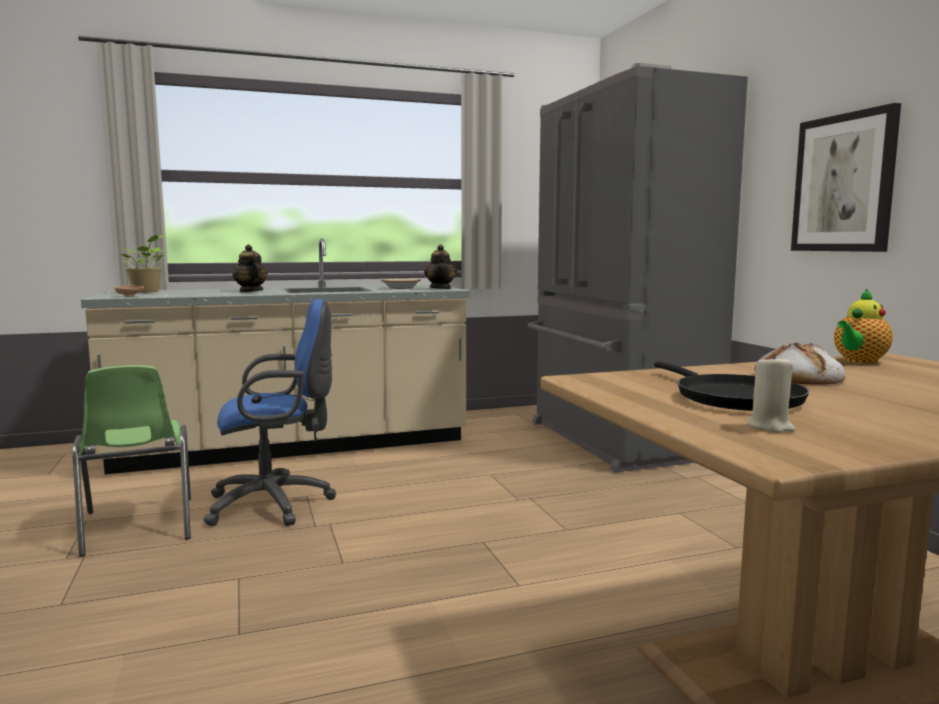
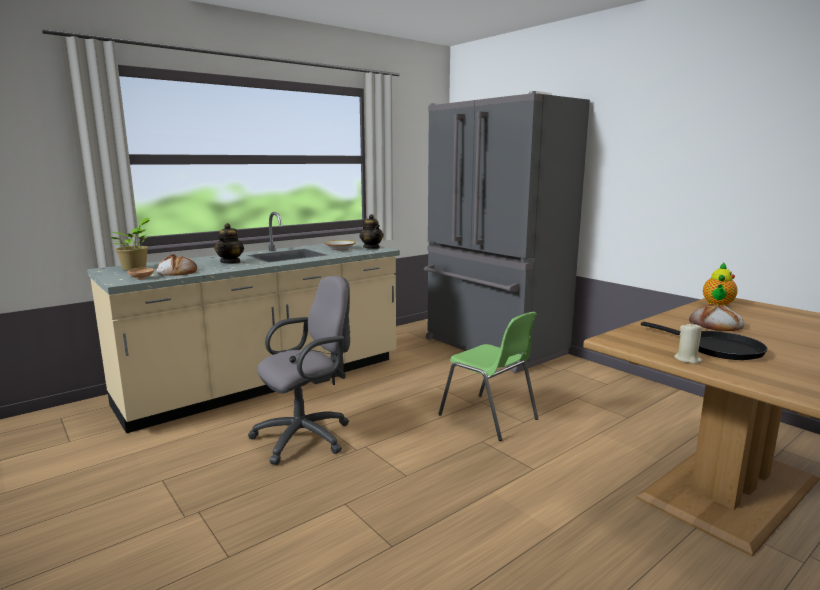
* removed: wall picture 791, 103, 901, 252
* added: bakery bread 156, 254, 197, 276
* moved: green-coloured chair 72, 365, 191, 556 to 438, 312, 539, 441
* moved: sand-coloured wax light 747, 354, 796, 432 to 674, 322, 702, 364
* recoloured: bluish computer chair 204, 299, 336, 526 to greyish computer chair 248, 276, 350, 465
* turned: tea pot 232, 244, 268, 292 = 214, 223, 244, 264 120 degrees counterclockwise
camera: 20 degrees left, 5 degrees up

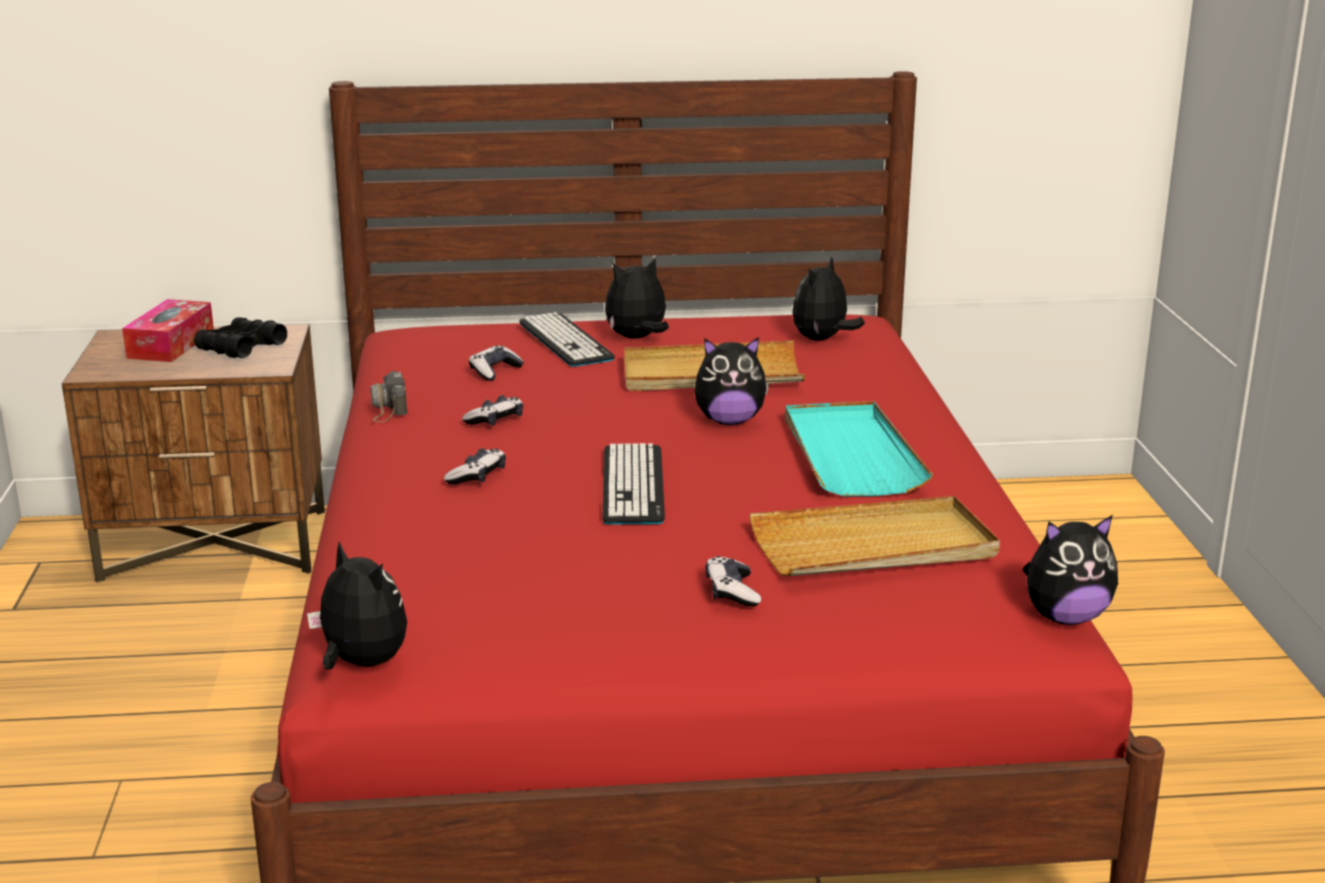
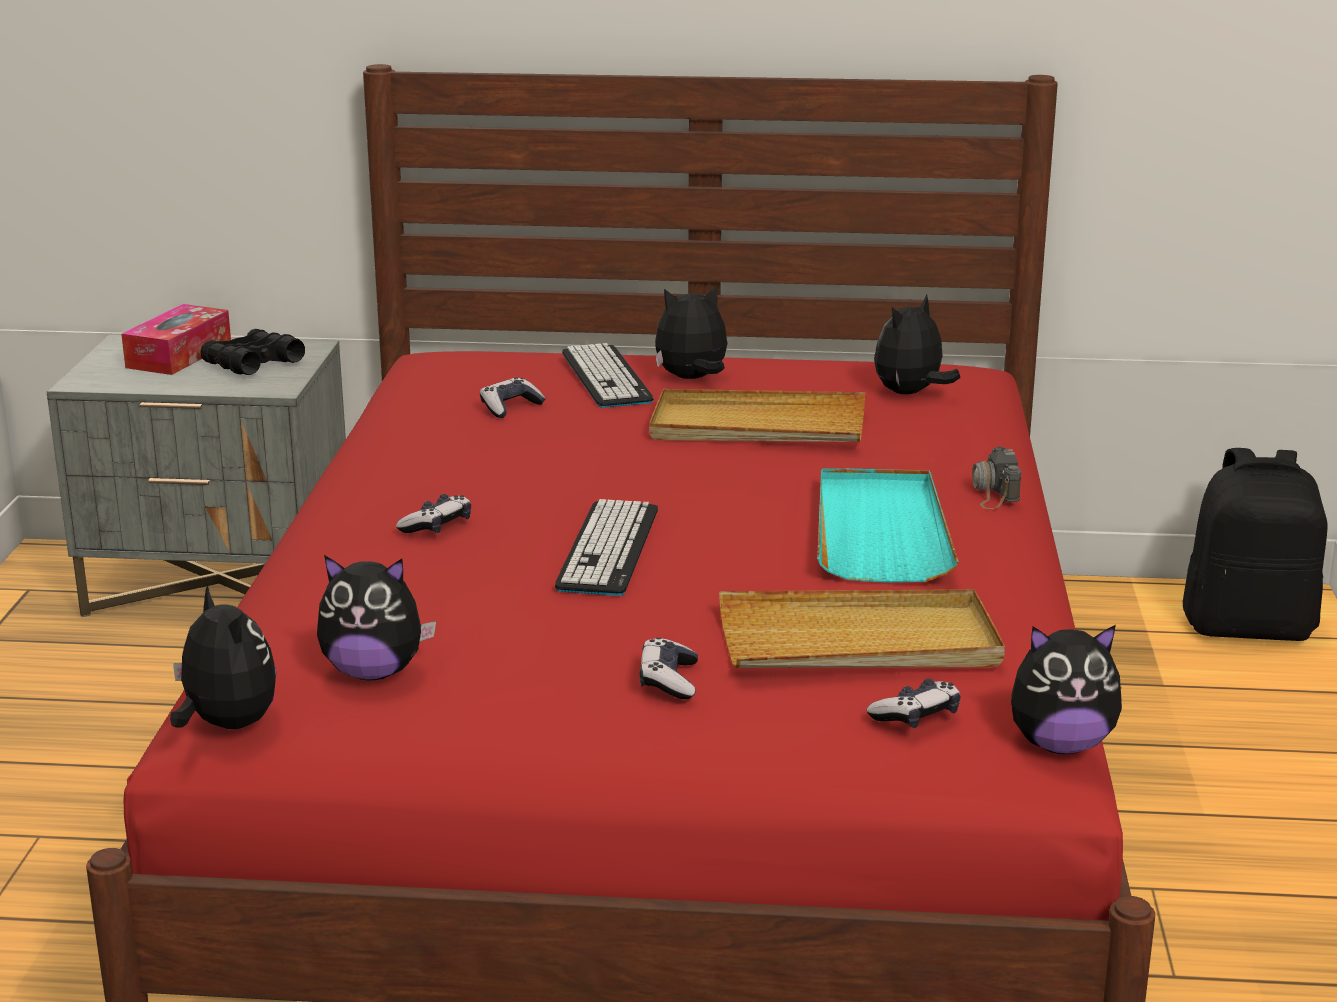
* added: black-coloured backpack 1183, 448, 1327, 641
* moved: still camera 371, 371, 408, 422 to 972, 446, 1021, 509
* moved: game controller 462, 395, 523, 426 to 867, 679, 961, 728
* moved: cuddly toy 694, 337, 769, 425 to 317, 555, 436, 680
* recoloured: brown-coloured nightstand 62, 324, 325, 583 to greyish nightstand 47, 335, 346, 617
camera: 10 degrees right, 0 degrees up

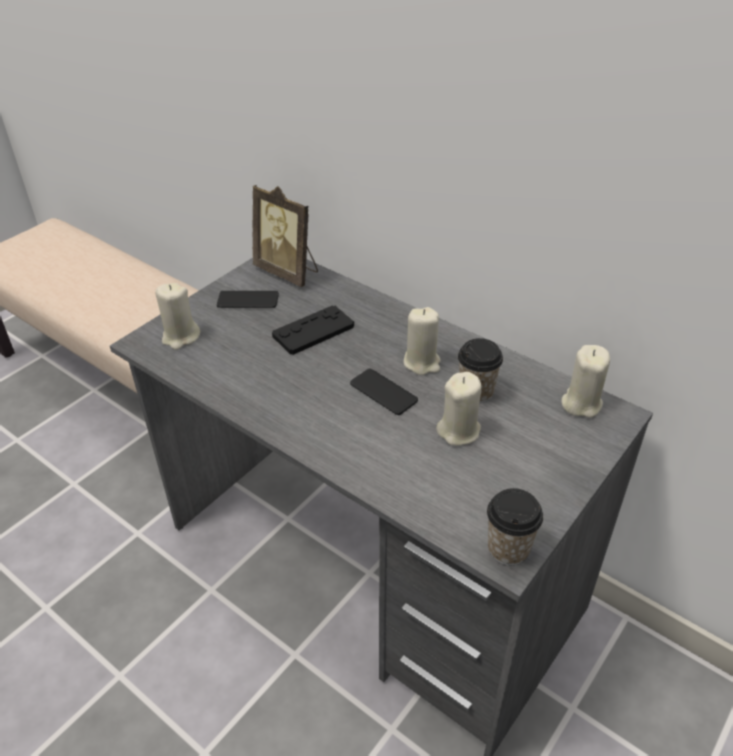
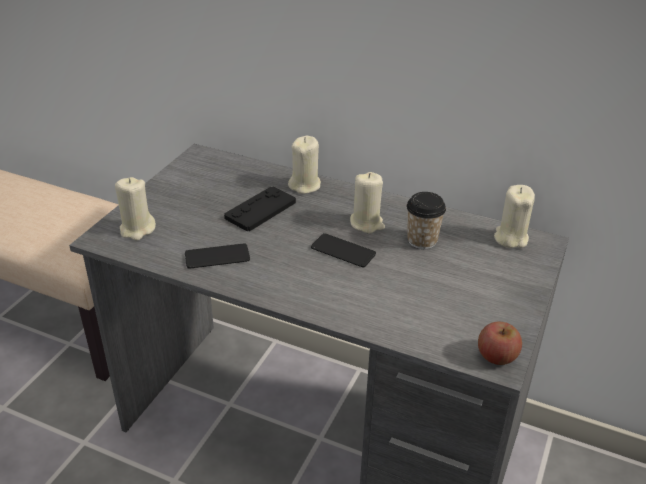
* removed: standing frame 253, 185, 318, 287
* moved: phone 217, 291, 279, 308 to 185, 243, 250, 269
* moved: sand-coloured wax light 436, 372, 482, 446 to 288, 136, 321, 194
* replaced: small cup 487, 488, 543, 565 to apple fruit 478, 321, 522, 365
camera: 15 degrees left, 5 degrees down

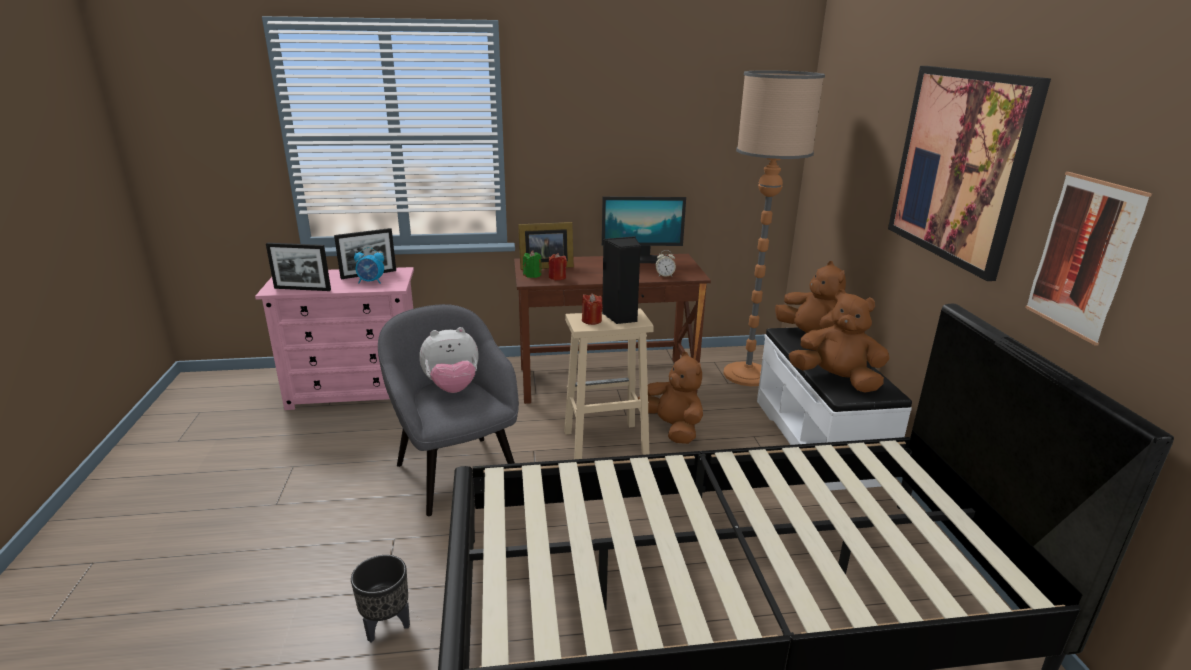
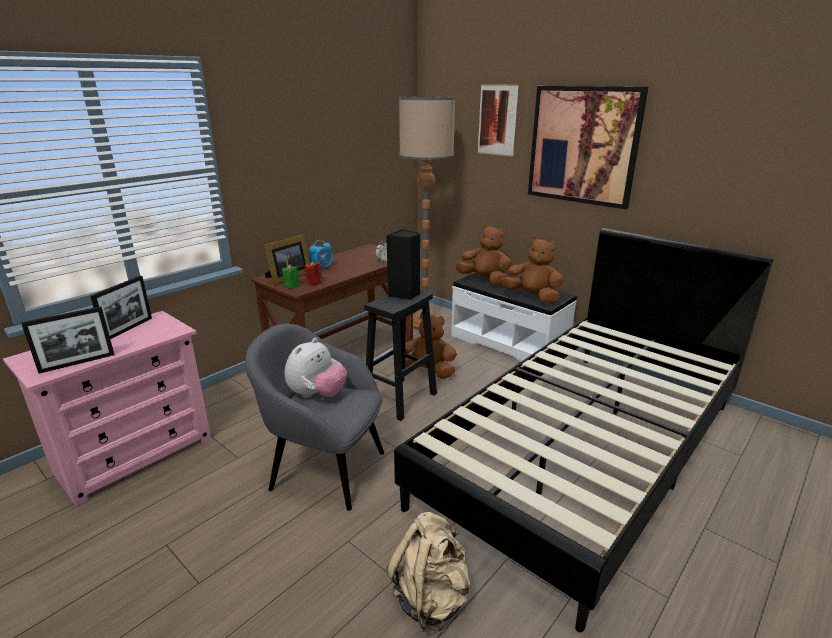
* removed: red wax light 582, 293, 603, 325
* removed: computer display 602, 197, 686, 264
* moved: bedside clock 354, 247, 384, 284 to 309, 240, 333, 267
* moved: wall picture 1025, 172, 1152, 346 to 478, 84, 519, 157
* replaced: black-coloured plant pot 351, 555, 410, 643 to sand-coloured backpack 387, 512, 470, 632
* recoloured: sand-coloured stool seat 564, 308, 653, 459 to black-coloured stool seat 364, 290, 437, 421
* turned: brown-coloured cuddly toy 788, 290, 889, 392 = 501, 237, 564, 304 45 degrees clockwise
camera: 40 degrees left, 0 degrees up

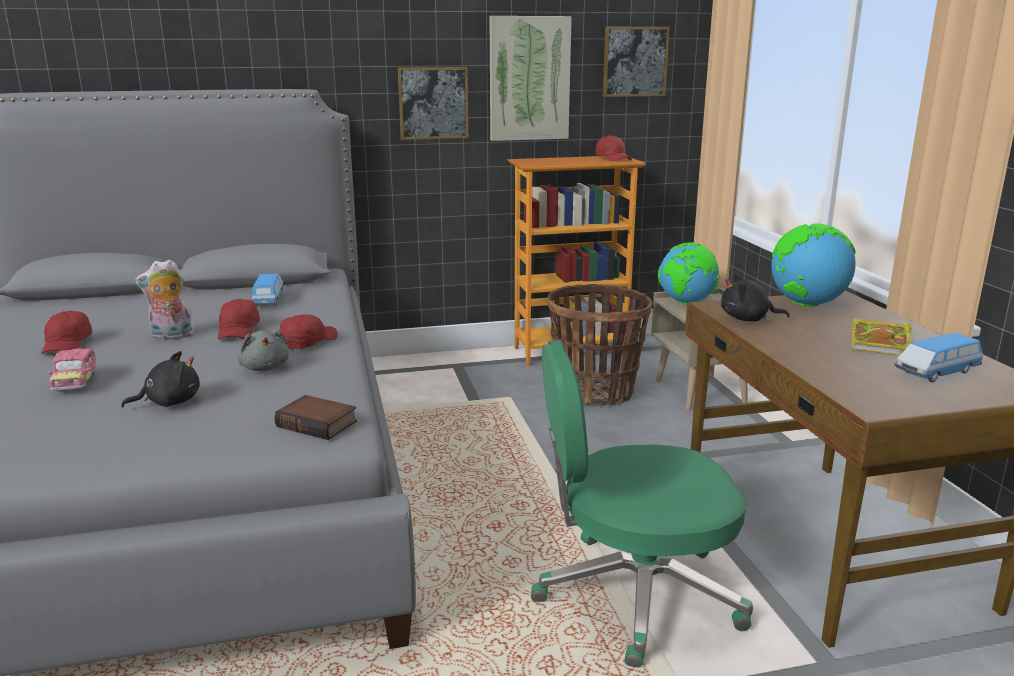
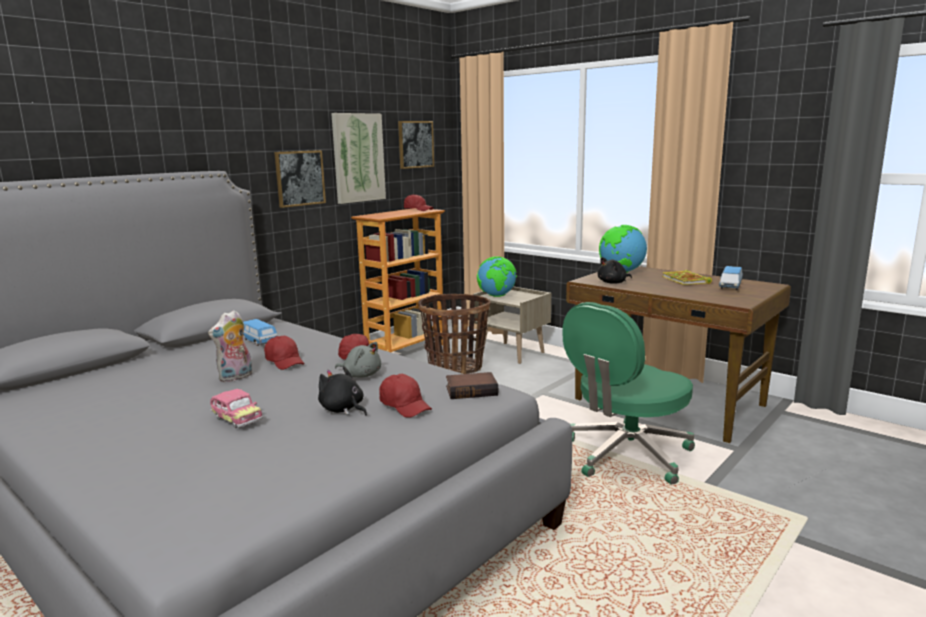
* moved: red baseball cap 41, 311, 92, 354 to 379, 374, 432, 418
* turned: black-coloured cuddly toy 121, 351, 200, 408 = 318, 366, 367, 416 75 degrees counterclockwise
camera: 35 degrees left, 5 degrees down

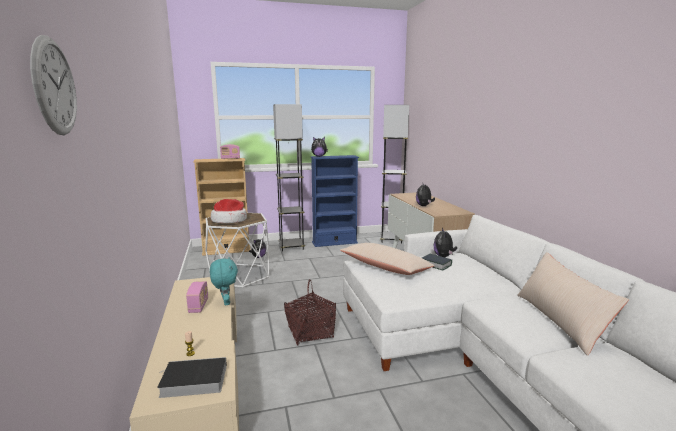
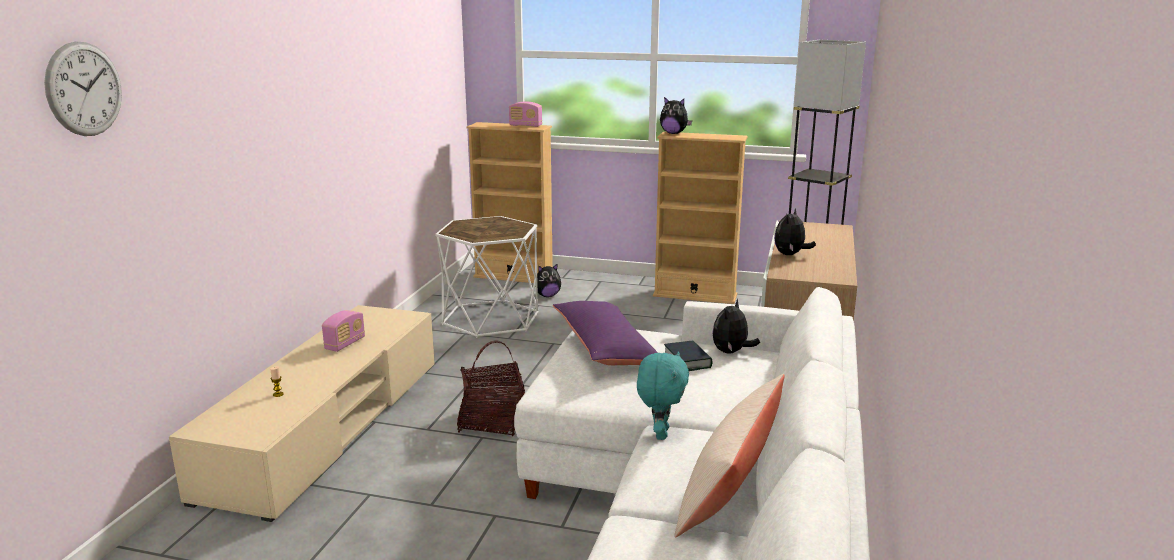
* removed: bound book 157, 357, 227, 398
* removed: wearable hat 211, 199, 247, 223
* removed: greyish standing lamp 273, 104, 305, 252
* moved: blue-green cuddly toy 210, 257, 238, 306 to 637, 351, 689, 440
* recoloured: bluish bookcase 311, 155, 359, 247 to sand-coloured bookcase 653, 132, 747, 304
* recoloured: sand-coloured throw pillow 340, 243, 435, 275 to purple-coloured throw pillow 553, 301, 658, 365
camera: 30 degrees right, 5 degrees up

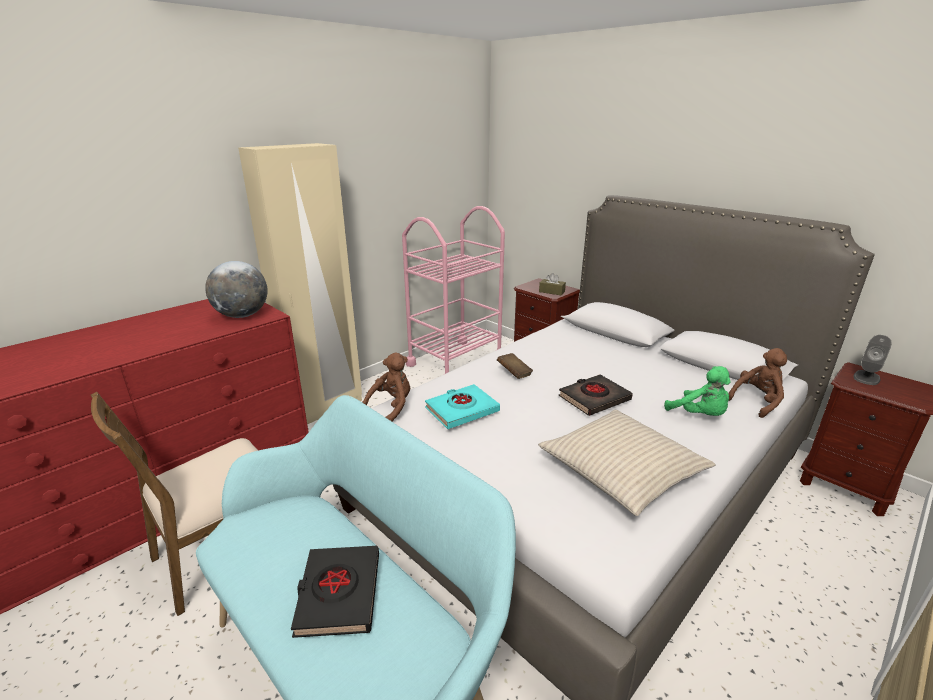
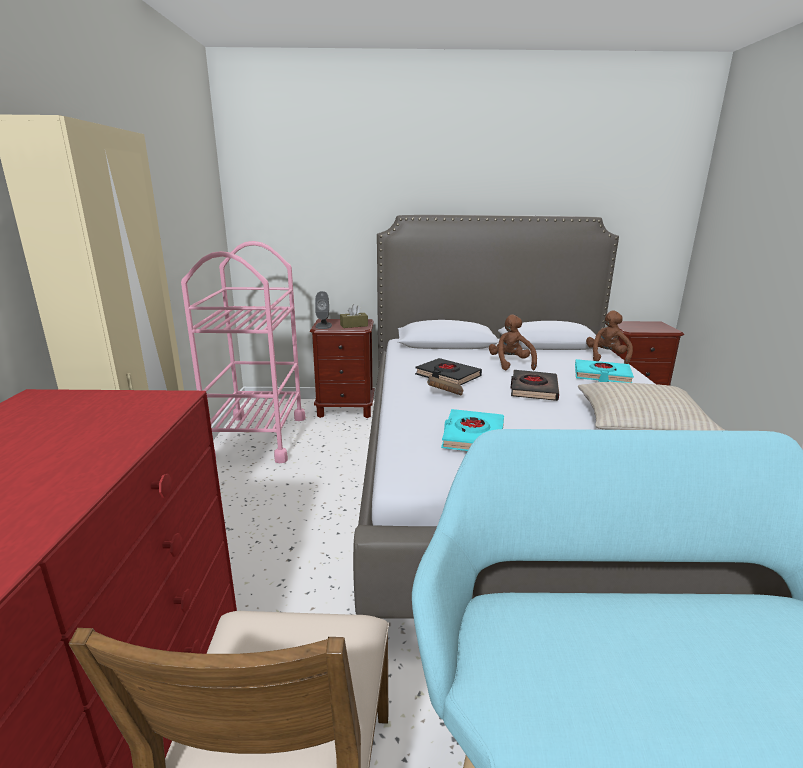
* removed: globe 205, 261, 268, 318
* moved: black-coloured bound book 291, 546, 379, 638 to 415, 358, 482, 385
* moved: brown-coloured cuddly toy 362, 352, 410, 422 to 489, 315, 537, 370
* moved: greyish audio speaker 853, 335, 891, 385 to 315, 291, 332, 329
* replaced: green-coloured cuddly toy 664, 366, 731, 416 to blue-green bound book 575, 359, 634, 383
camera: 45 degrees left, 5 degrees down

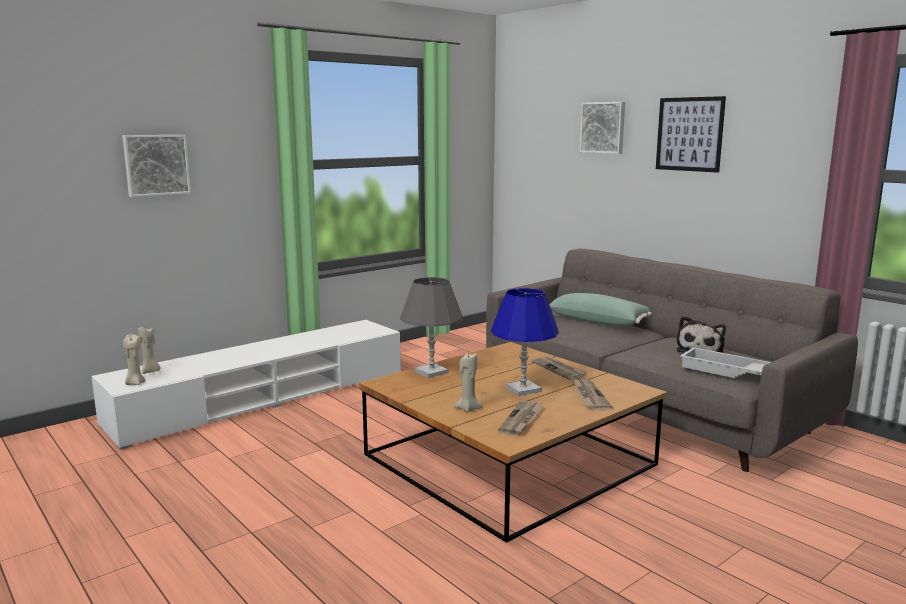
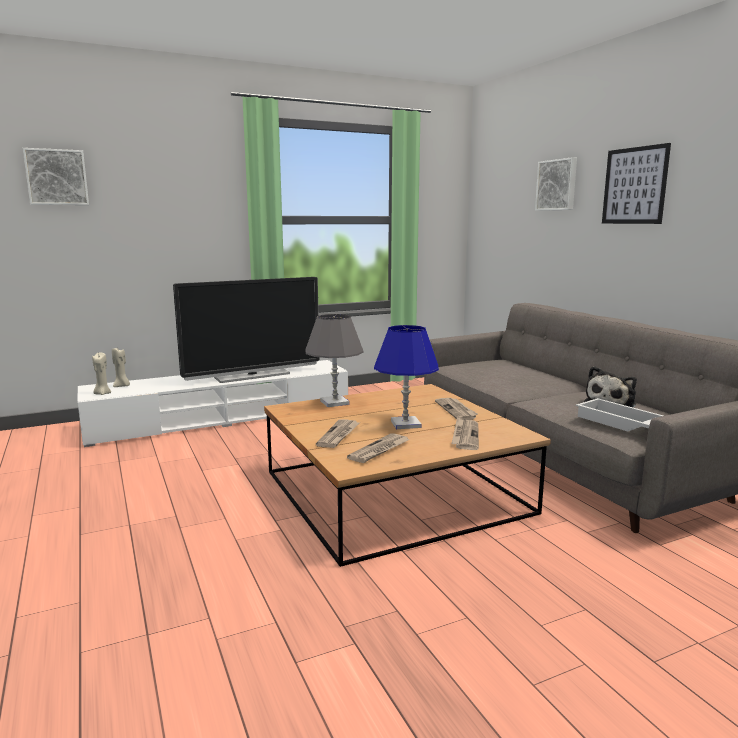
* removed: green-coloured throw pillow 549, 293, 652, 326
* added: TV set 173, 277, 319, 383
* moved: wall picture 122, 135, 191, 197 to 23, 148, 89, 205
* replaced: sand-coloured wax light 454, 352, 483, 412 to daily paper 316, 419, 359, 448
camera: 15 degrees right, 0 degrees up

